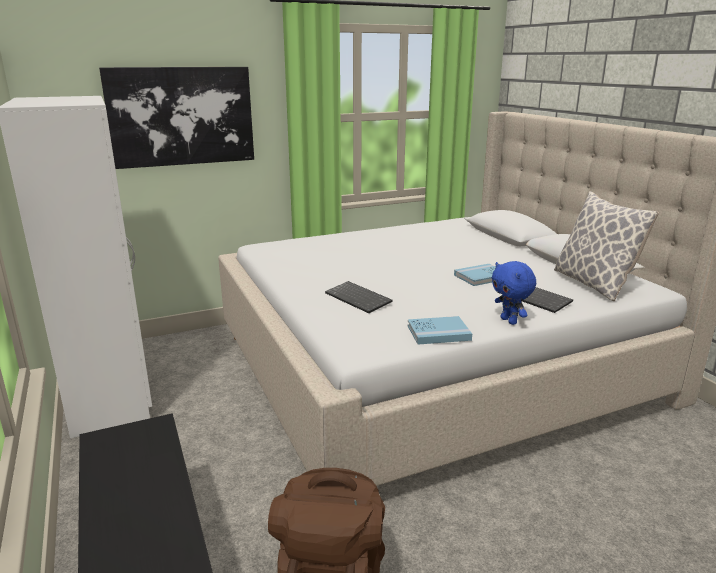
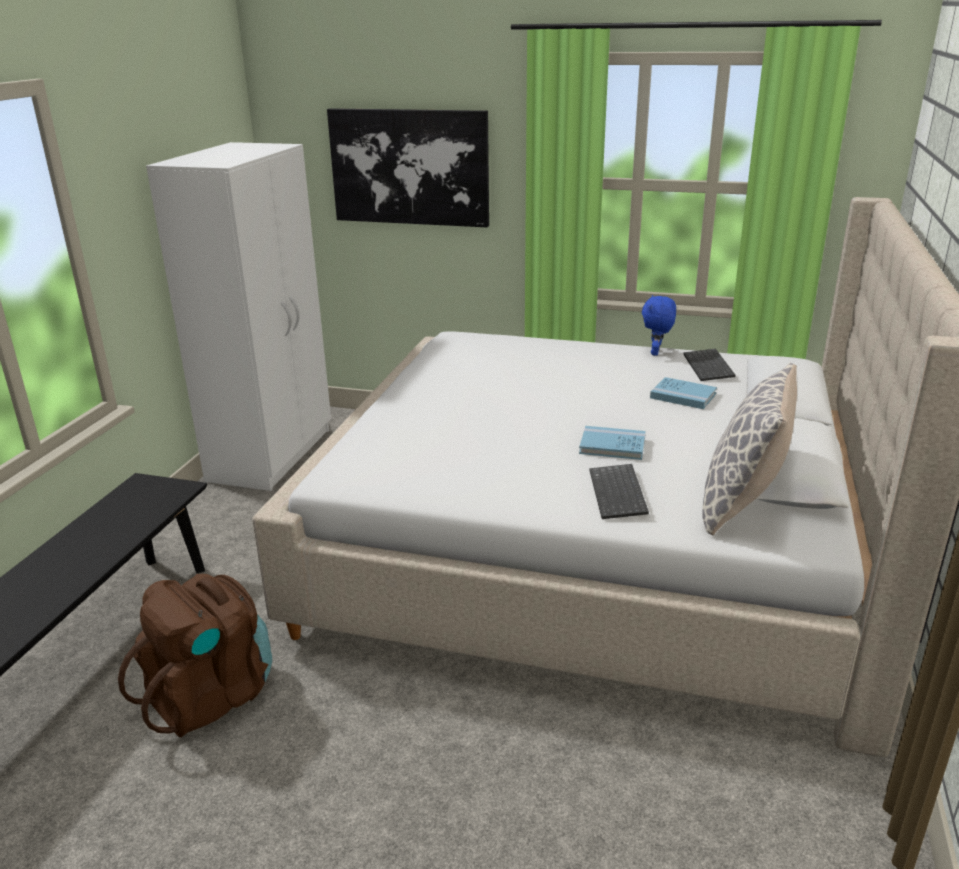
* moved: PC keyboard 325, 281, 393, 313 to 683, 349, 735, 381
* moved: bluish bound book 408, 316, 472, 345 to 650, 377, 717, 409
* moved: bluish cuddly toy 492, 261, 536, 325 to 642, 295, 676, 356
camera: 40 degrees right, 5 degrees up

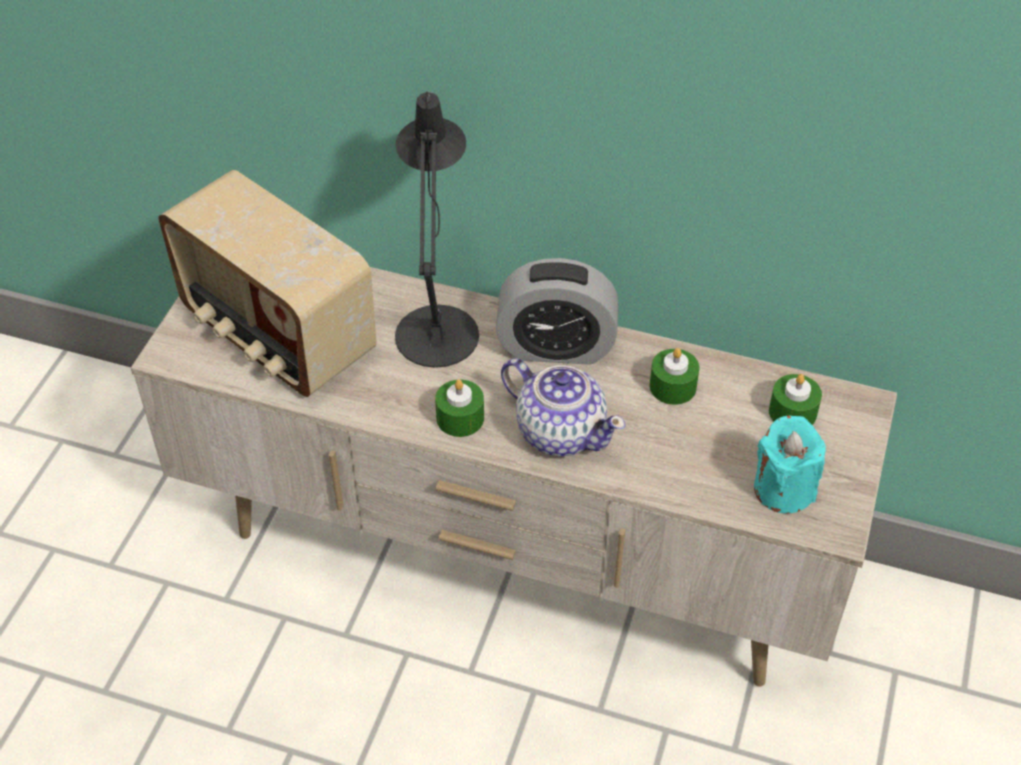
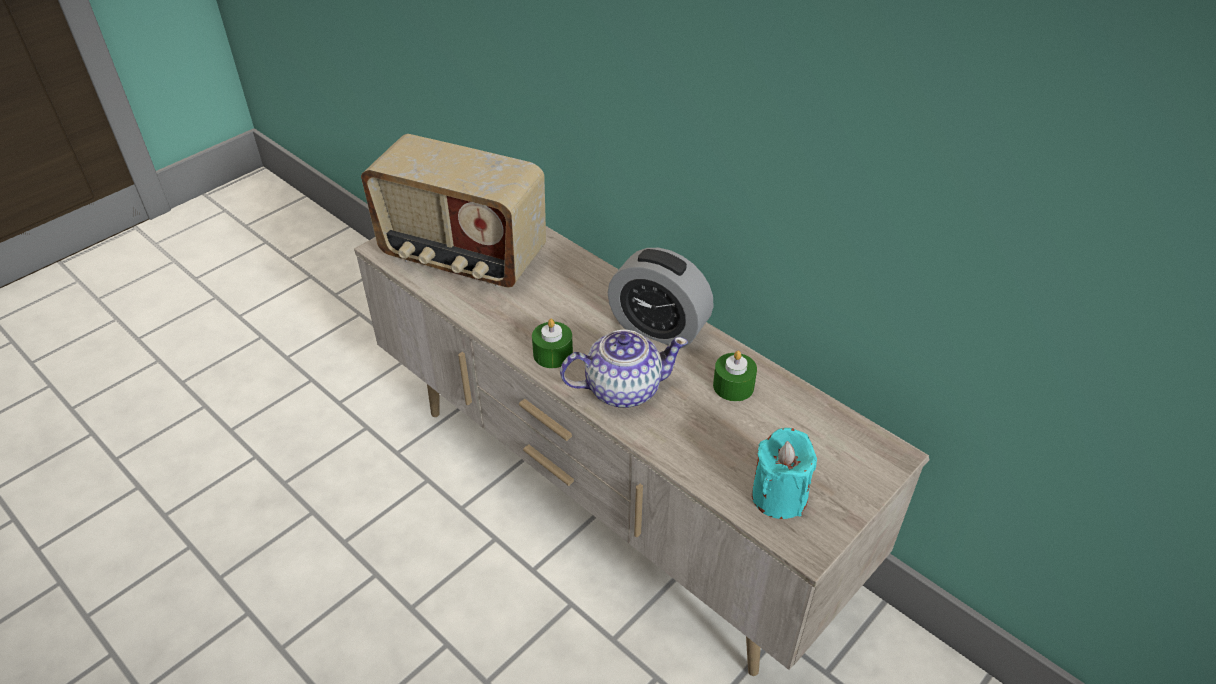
* removed: black-coloured tabletop lamp 395, 91, 479, 368
* removed: green-coloured wax light 769, 374, 822, 425
* turned: radio receiver 158, 170, 377, 397 = 361, 134, 546, 288 45 degrees counterclockwise
* turned: tea pot 501, 358, 626, 456 = 560, 330, 688, 408 75 degrees counterclockwise
camera: 25 degrees right, 5 degrees down

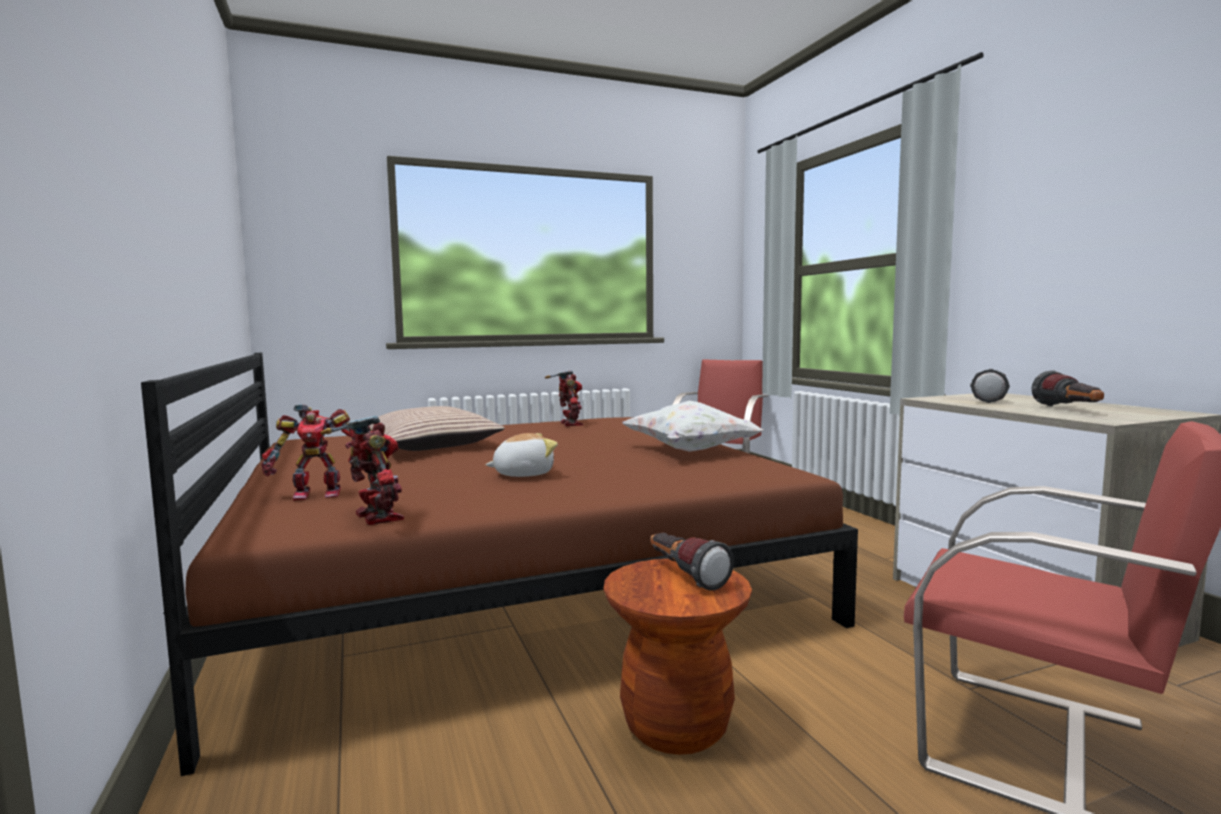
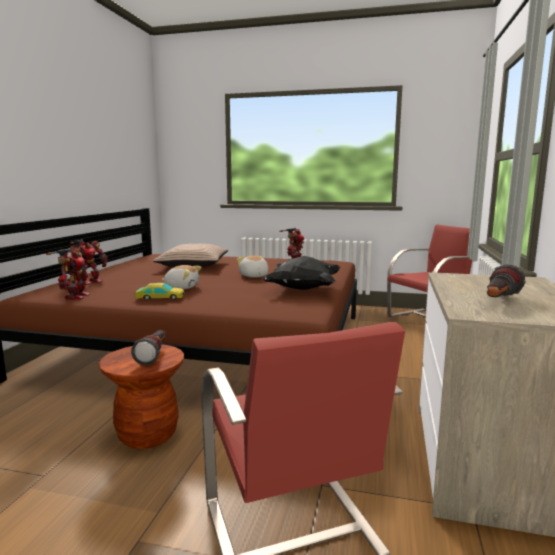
* removed: hand torch 970, 369, 1010, 403
* added: toy car 135, 283, 185, 301
* added: cuddly toy 237, 256, 269, 278
* recoloured: whitish throw pillow 623, 401, 763, 452 to black-coloured throw pillow 262, 256, 341, 290
* turned: model robot 261, 404, 352, 501 = 68, 239, 108, 285 75 degrees counterclockwise
camera: 35 degrees right, 5 degrees up

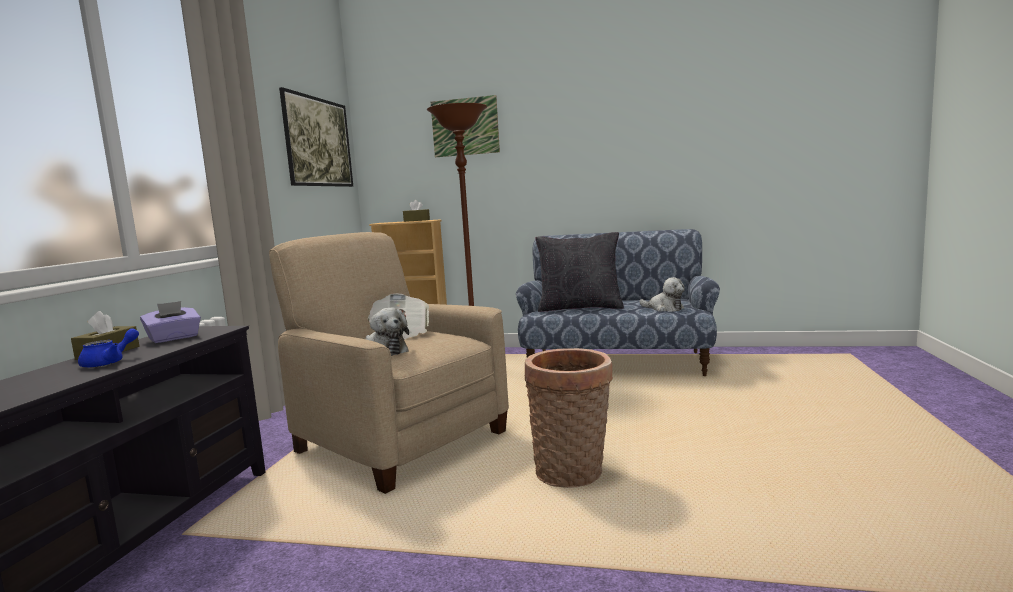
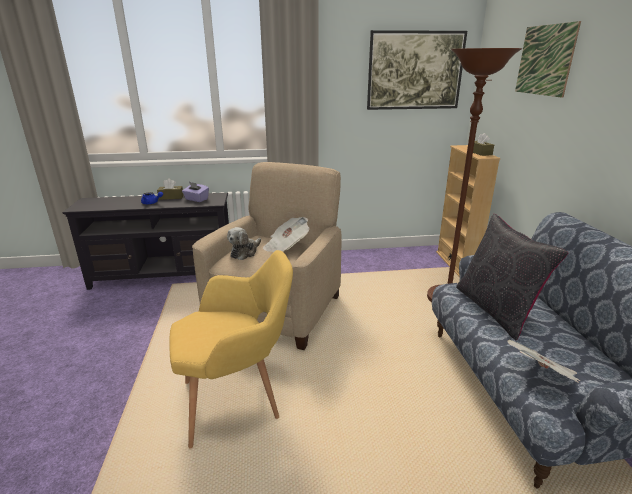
* replaced: basket 525, 348, 613, 488 to yellow easy chair 170, 250, 293, 449
* replaced: cuddly toy 640, 277, 685, 312 to daily paper 508, 340, 580, 383
camera: 70 degrees right, 15 degrees up

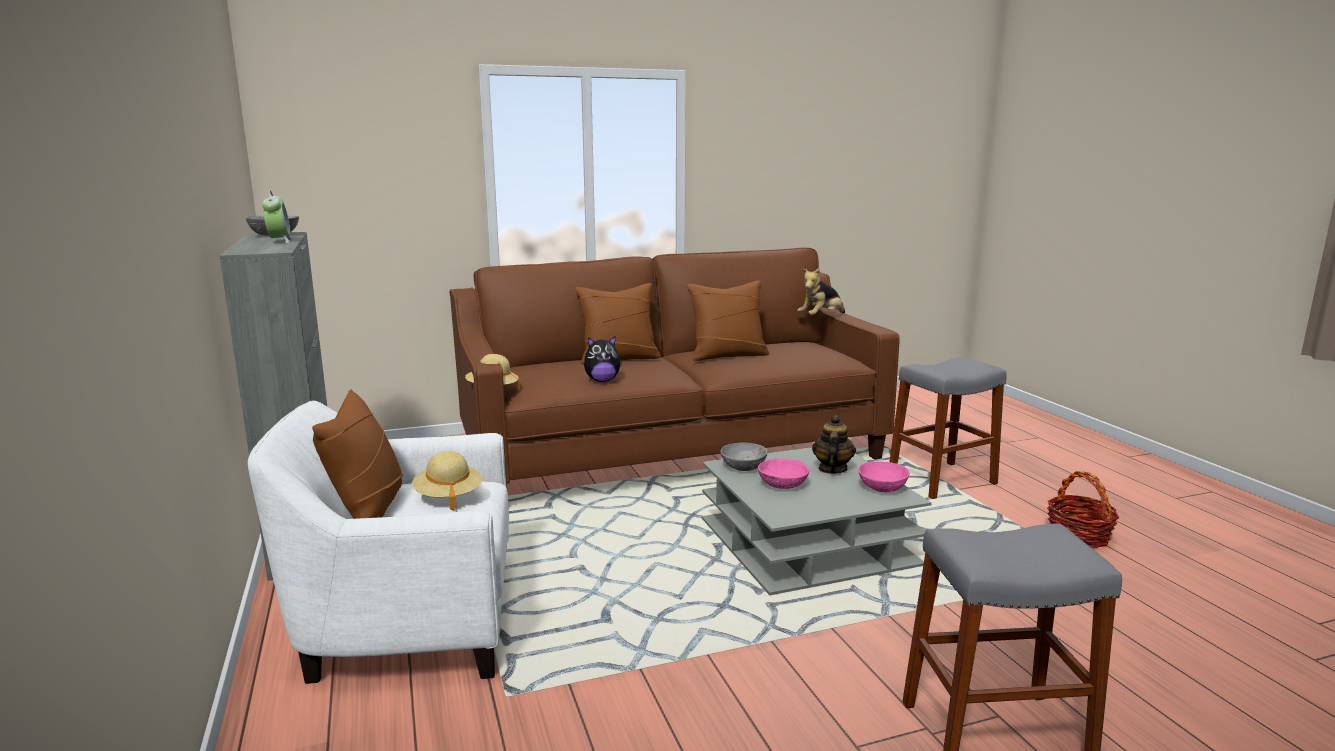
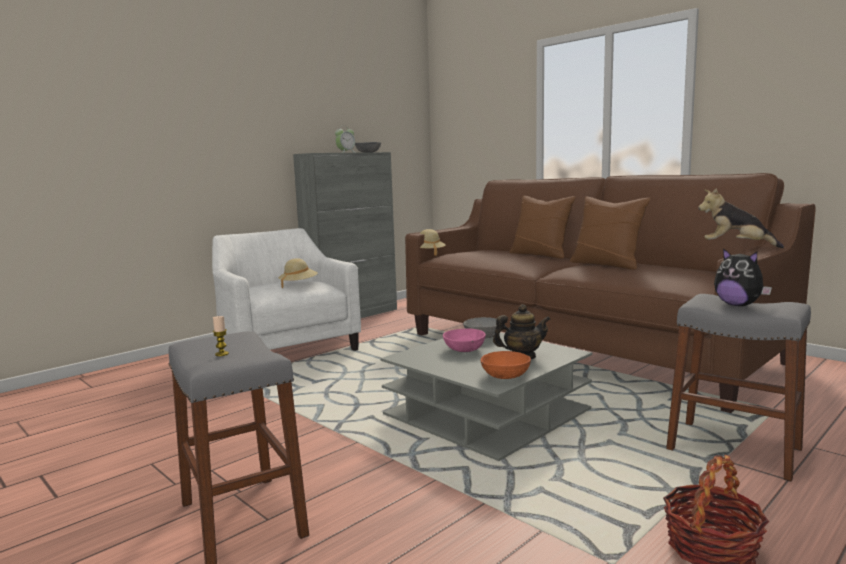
* removed: brown-coloured throw pillow 312, 390, 403, 519
* added: wax light 213, 316, 229, 356
* moved: cuddly toy 584, 336, 622, 382 to 714, 248, 772, 306
* recoloured: pinkish bowl 858, 462, 910, 492 to orangey bowl 480, 351, 531, 379
camera: 65 degrees right, 5 degrees down

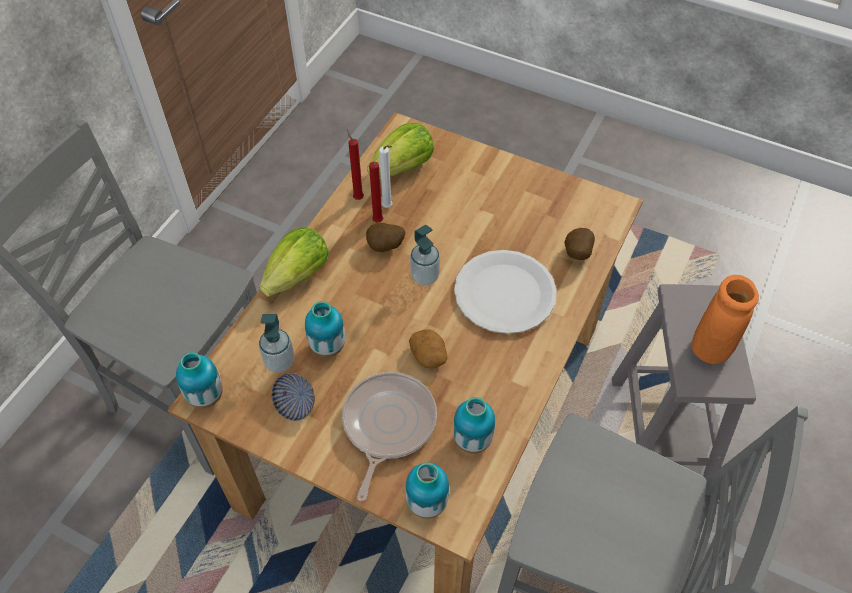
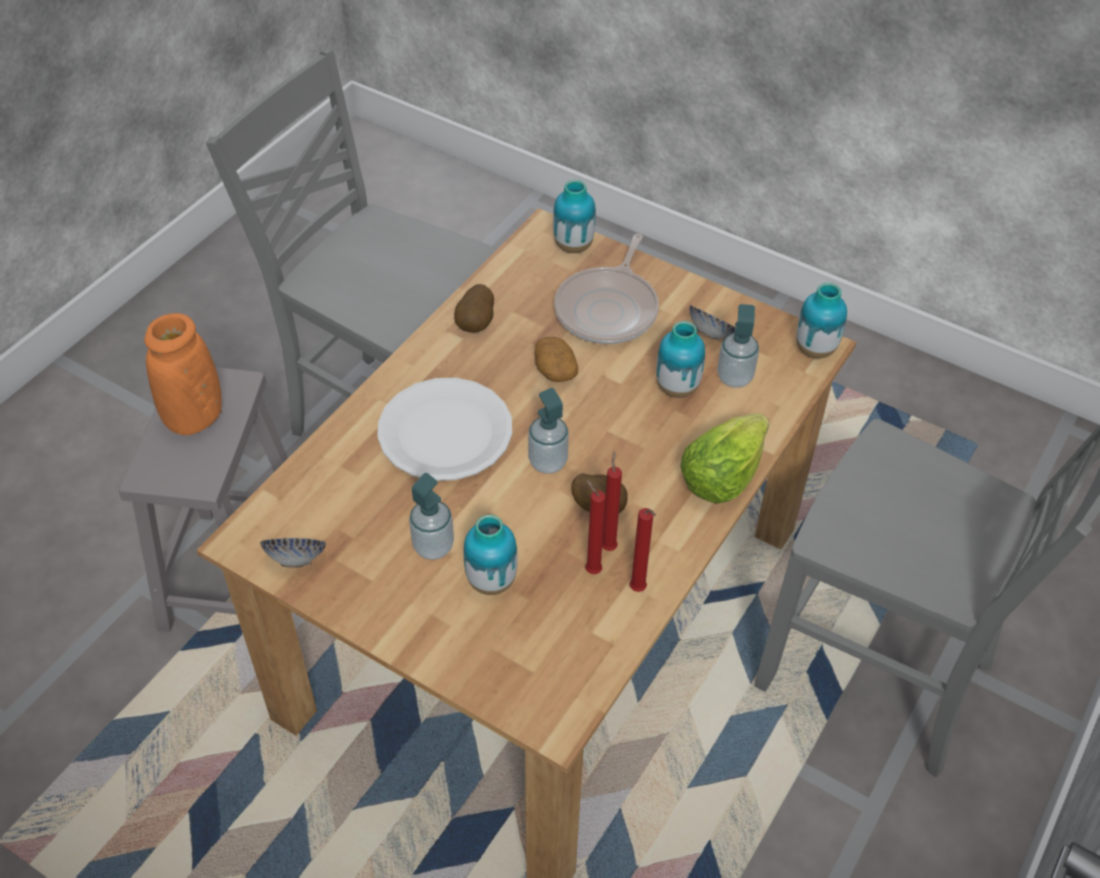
* removed: lettuce head 367, 123, 434, 177
* added: bowl 260, 538, 326, 568
* added: soap dispenser 409, 473, 454, 560
* moved: decorative vase 453, 397, 495, 454 to 464, 515, 517, 595
* moved: spud 564, 228, 595, 260 to 454, 284, 494, 333
* recoloured: whitish wax light 379, 145, 392, 208 to red wax light 585, 479, 606, 574
camera: 175 degrees left, 5 degrees down

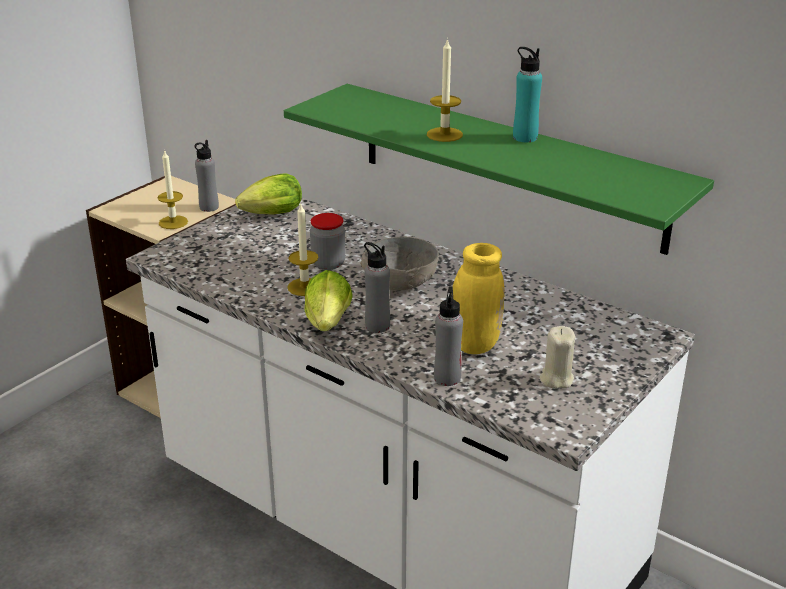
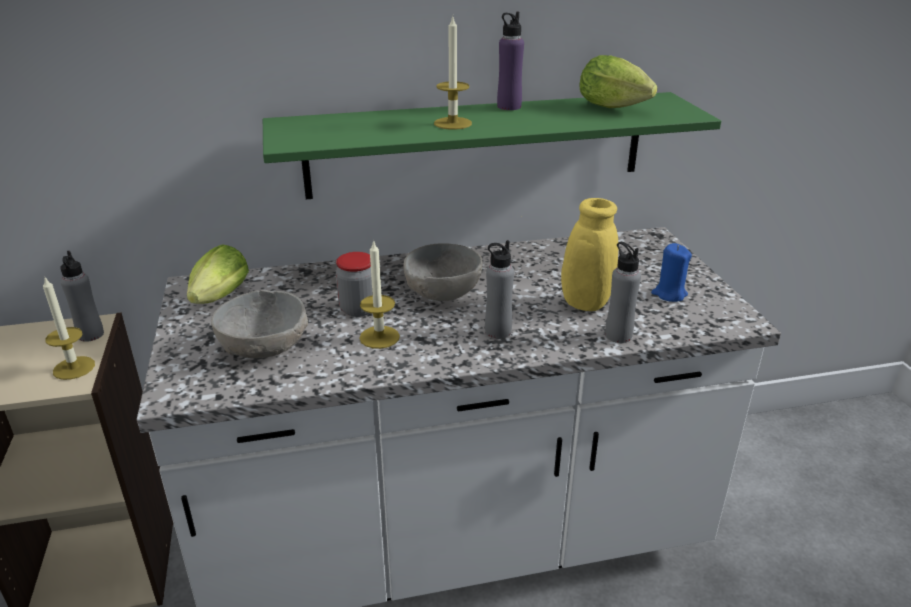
* added: greyish bowl 211, 290, 308, 358
* moved: lettuce head 304, 270, 352, 331 to 579, 55, 658, 108
* recoloured: blue-green bottle 513, 47, 542, 142 to purple-coloured bottle 497, 12, 524, 110
* recoloured: sand-coloured wax light 540, 326, 575, 389 to bluish wax light 651, 243, 692, 302
camera: 50 degrees left, 0 degrees up

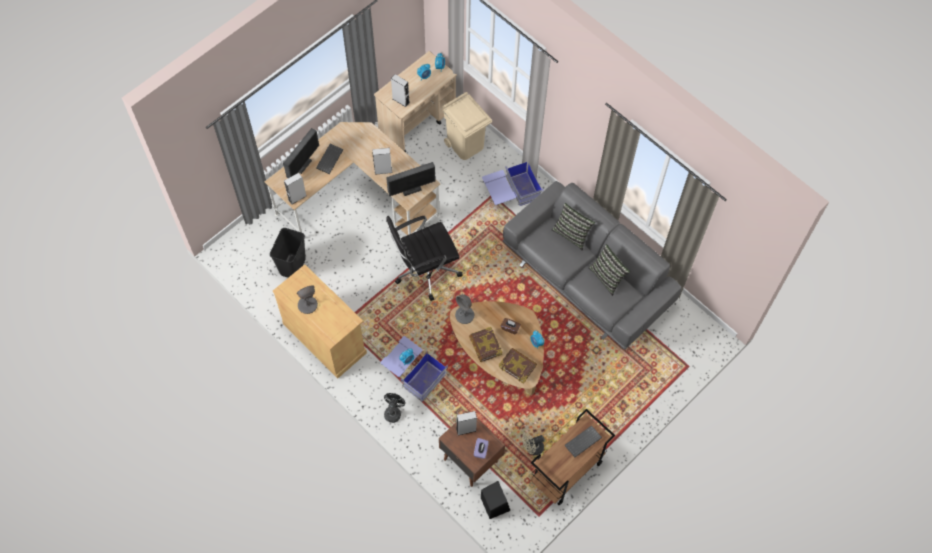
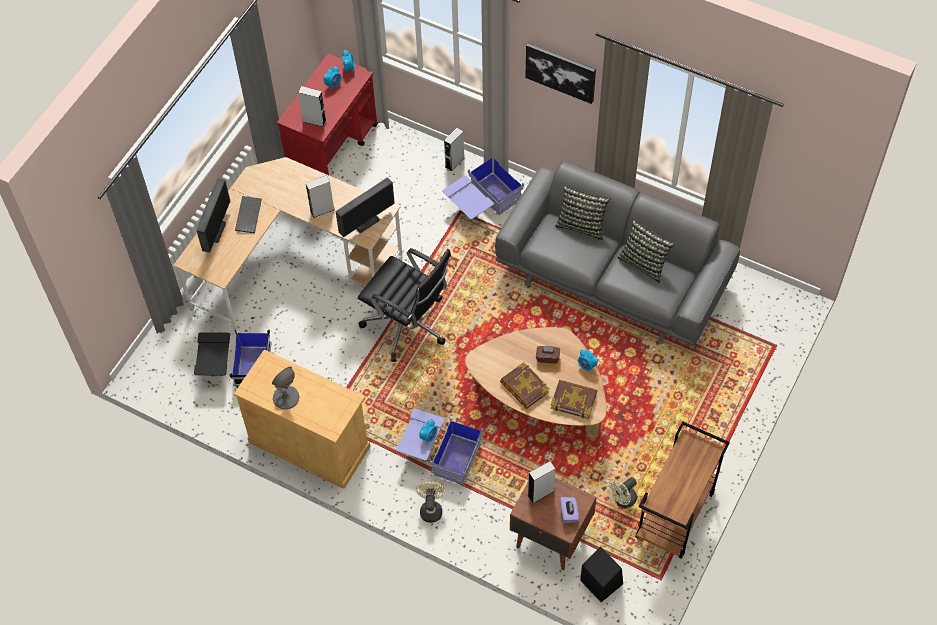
* removed: sand-coloured waste bin 443, 92, 492, 160
* removed: greyish tabletop lamp 455, 294, 474, 324
* removed: PC keyboard 564, 425, 602, 457
* added: wall picture 525, 43, 596, 104
* moved: greyish audio speaker 284, 173, 306, 204 to 444, 128, 464, 172
* replaced: black-coloured waste bin 270, 228, 306, 278 to black-coloured storage bin 194, 329, 272, 388
* recoloured: sand-coloured cart 374, 51, 457, 152 to red cart 277, 53, 378, 175
* recoloured: black-coloured cooling fan 384, 393, 405, 423 to sand-coloured cooling fan 416, 481, 446, 523
* turned: black-coloured computer chair 386, 216, 463, 301 = 358, 248, 451, 362 105 degrees counterclockwise
camera: 15 degrees left, 5 degrees down

